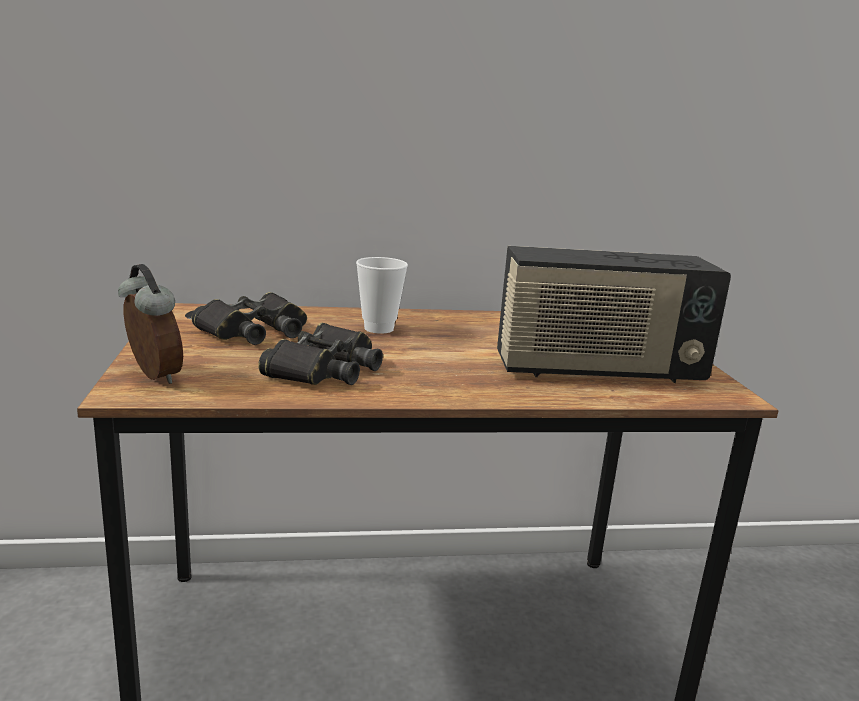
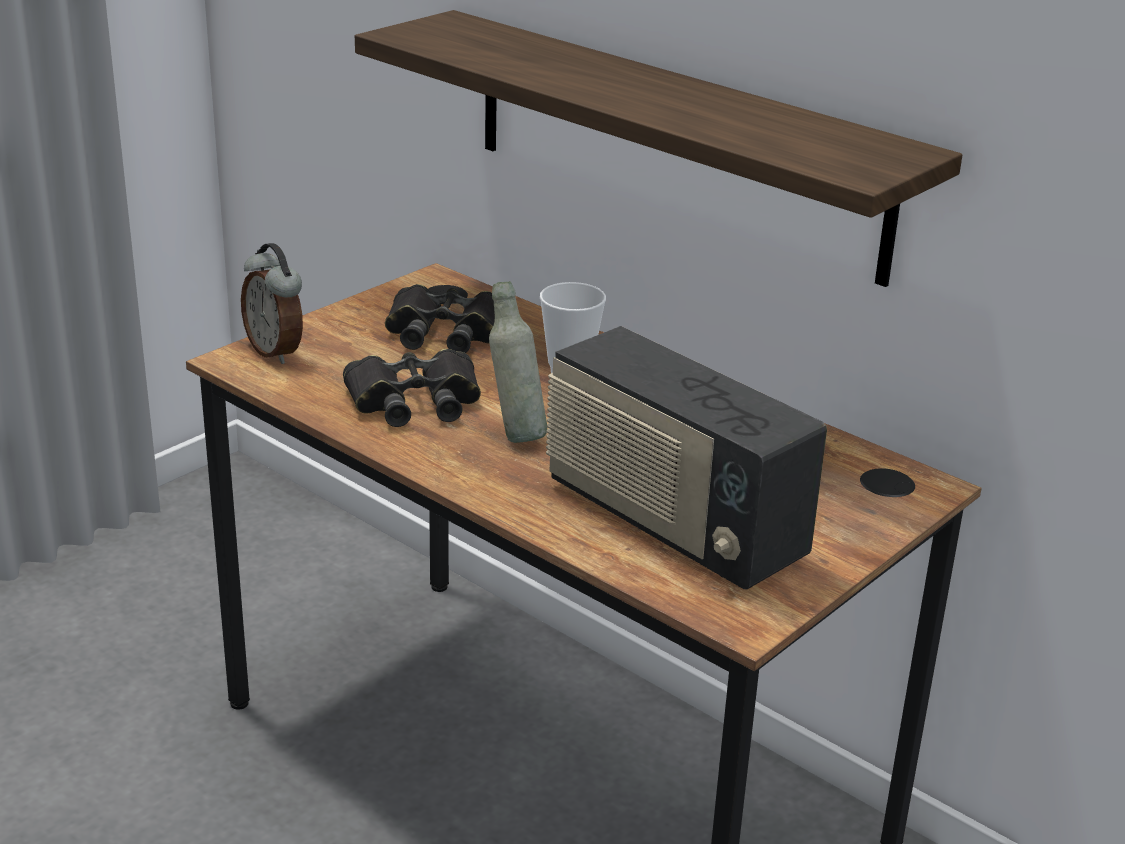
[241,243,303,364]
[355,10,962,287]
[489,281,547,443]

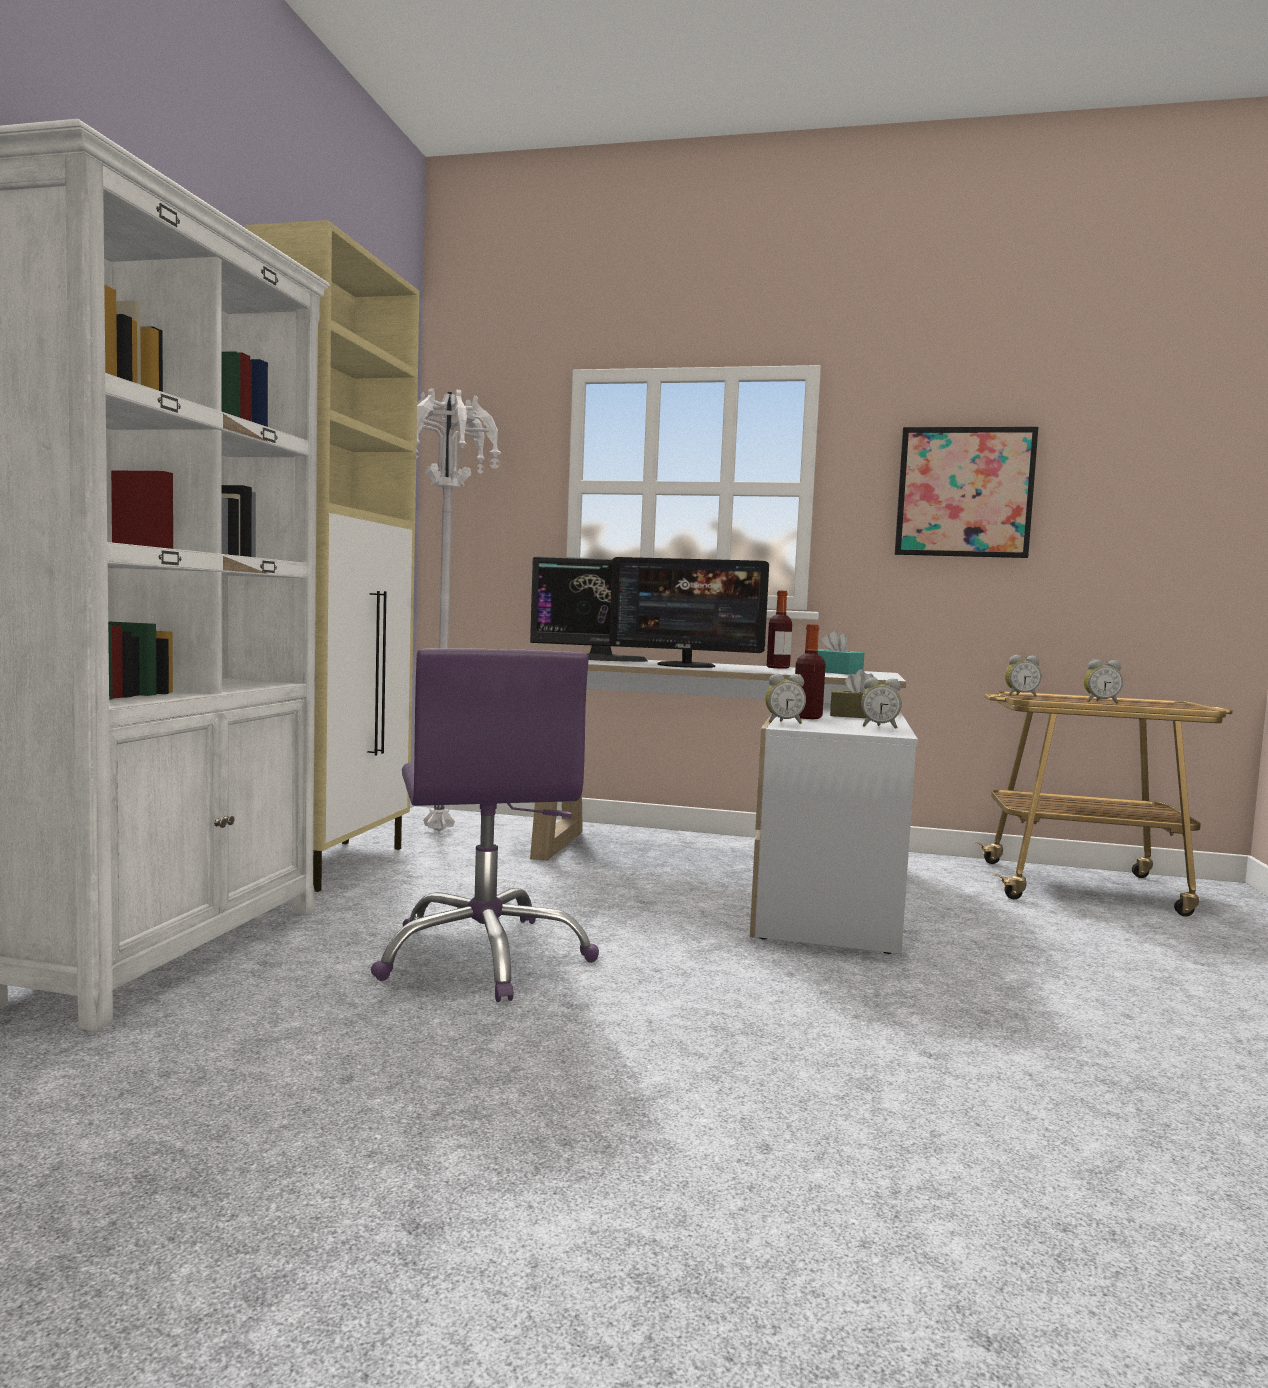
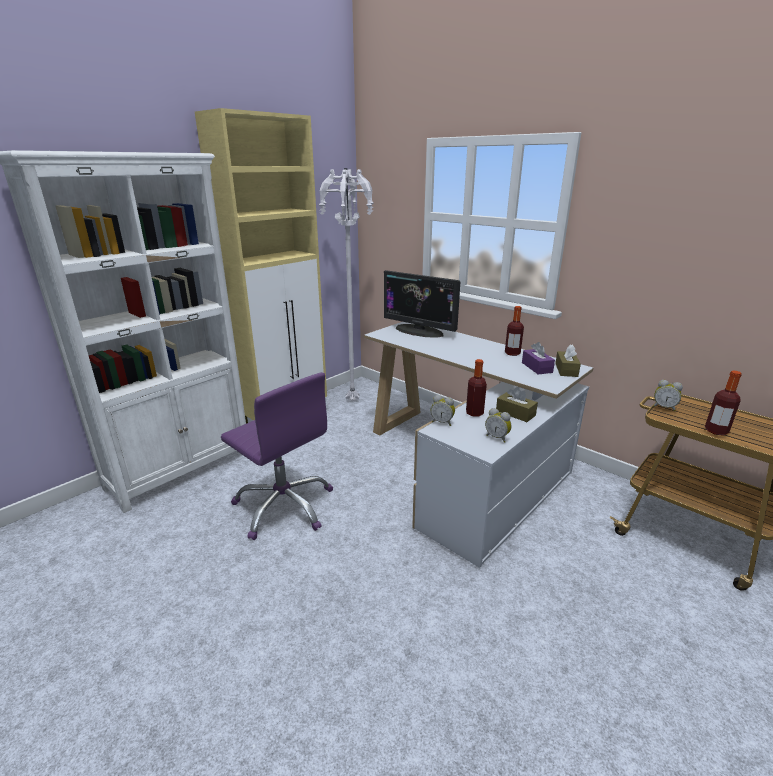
[221,372,333,540]
[522,342,555,374]
[555,345,581,377]
[705,371,742,436]
[609,557,769,668] (first image)
[895,427,1038,558] (first image)

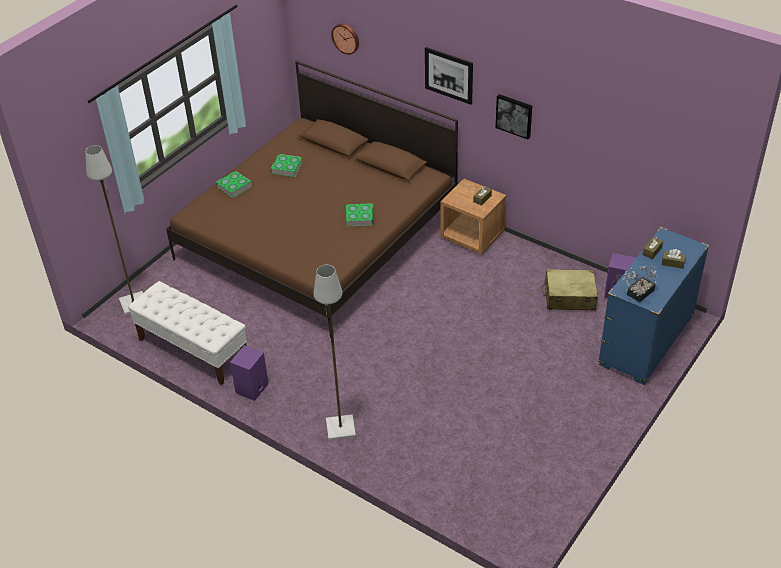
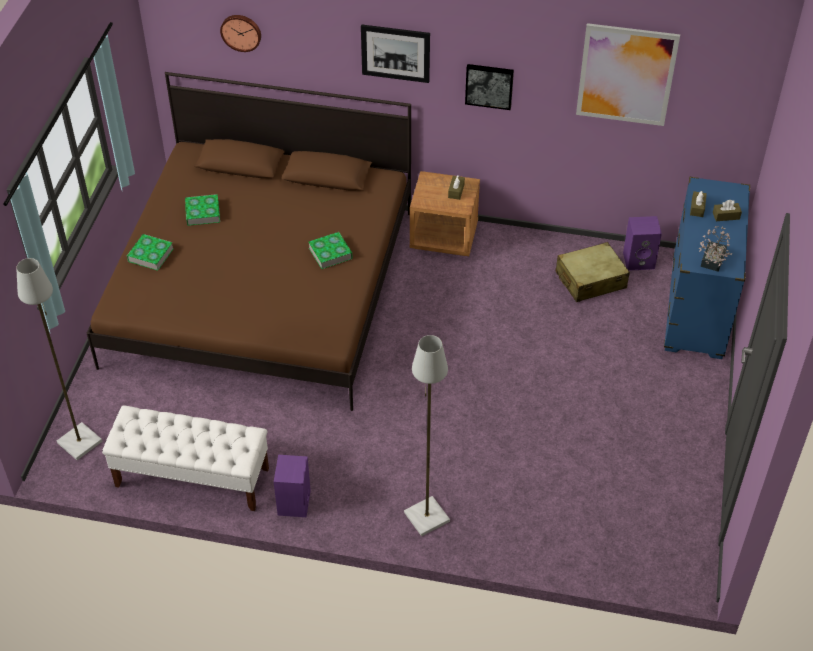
[576,23,680,126]

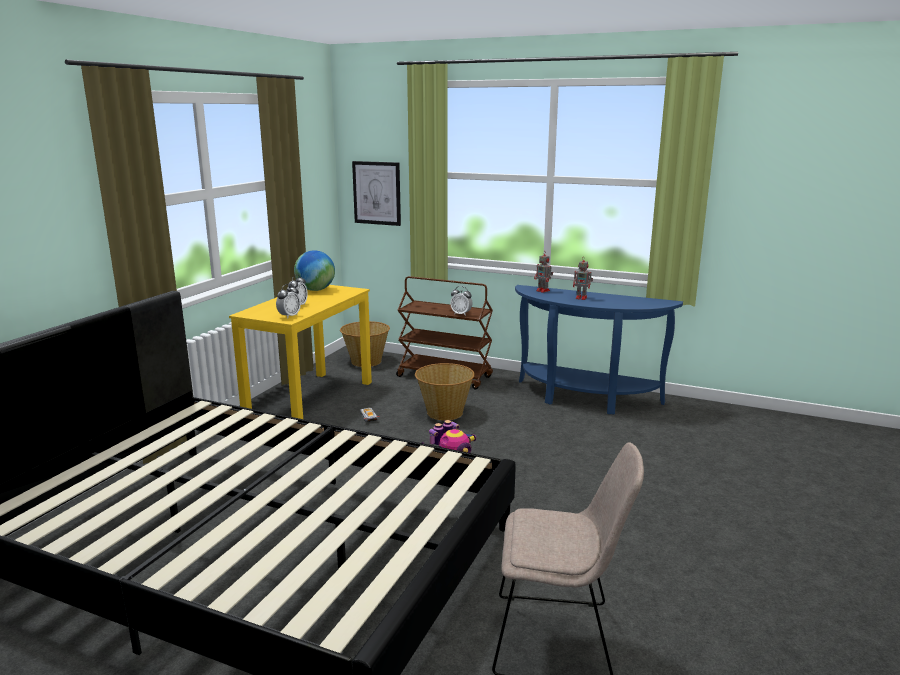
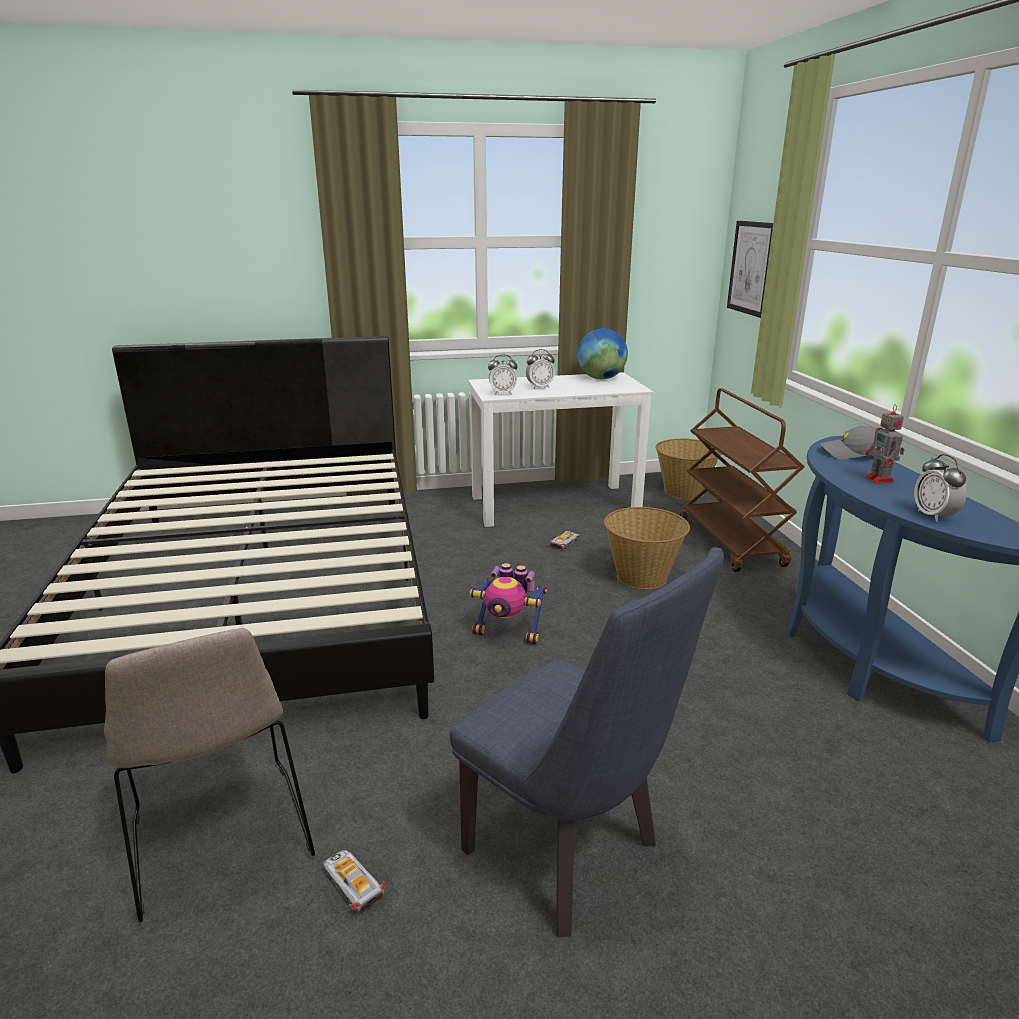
[323,850,388,912]
[450,547,724,937]
[468,372,653,527]
[820,426,876,460]
[914,454,967,522]

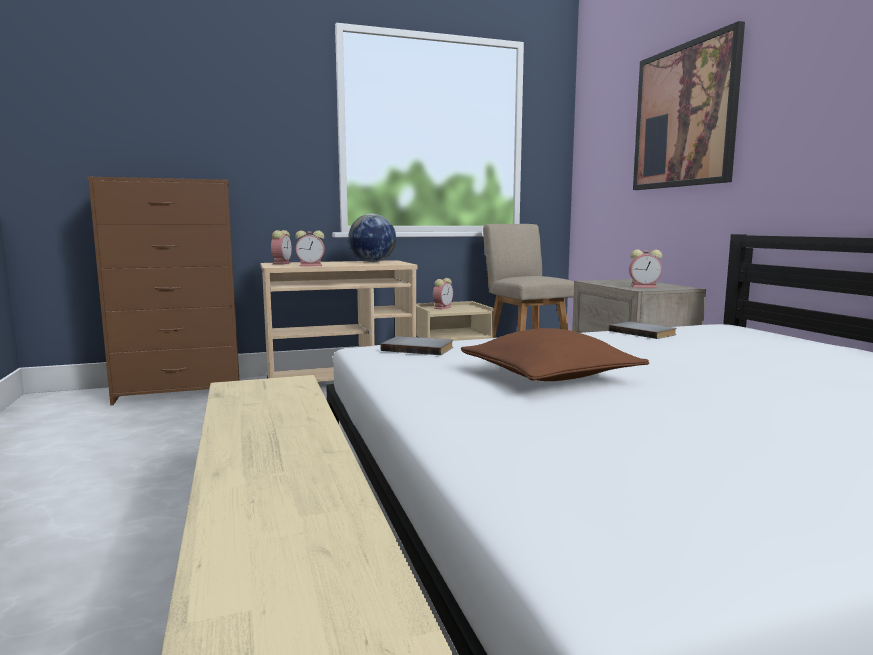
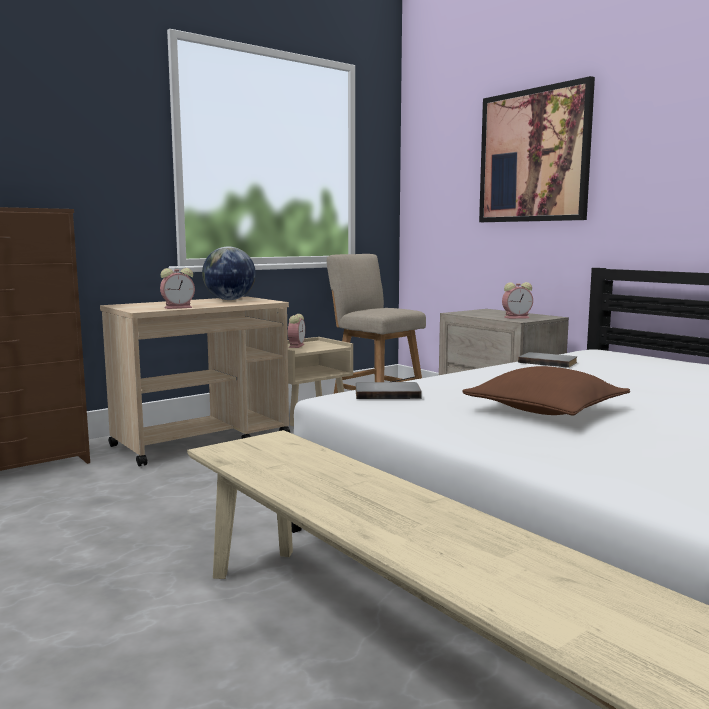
[271,230,292,265] (first image)

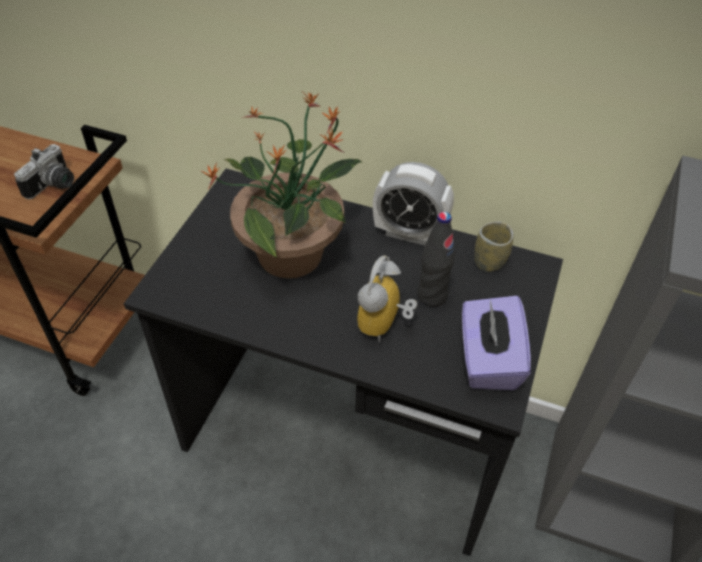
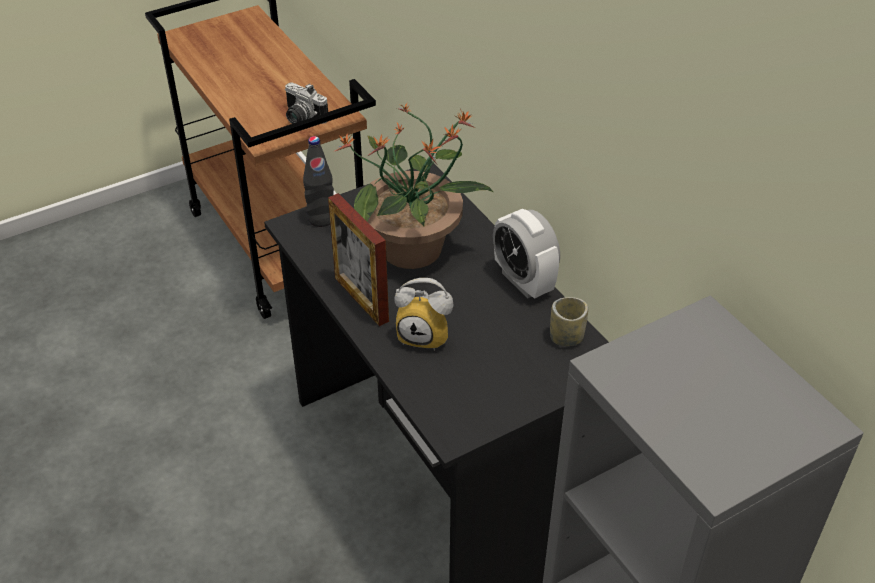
[284,82,328,124]
[303,136,334,227]
[328,193,389,326]
[394,278,454,351]
[462,296,531,390] (first image)

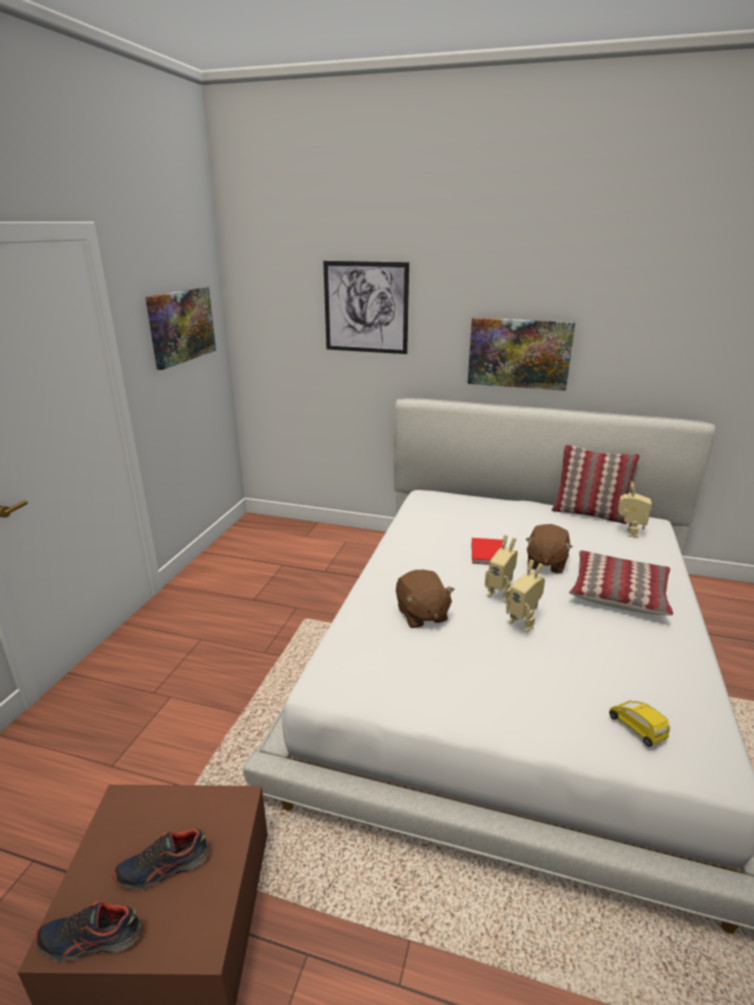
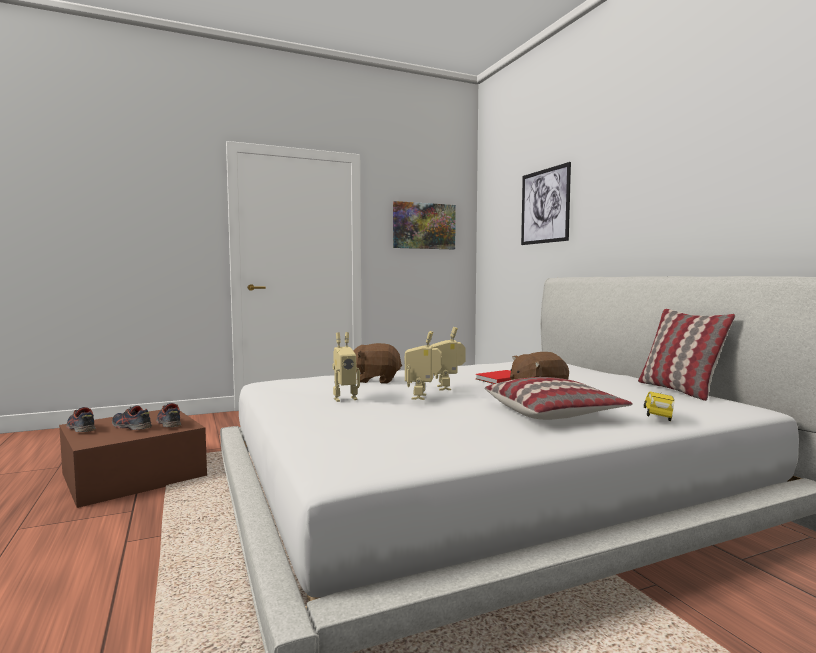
[156,403,181,427]
[333,332,360,402]
[354,343,402,384]
[644,391,674,421]
[468,318,575,391] (first image)

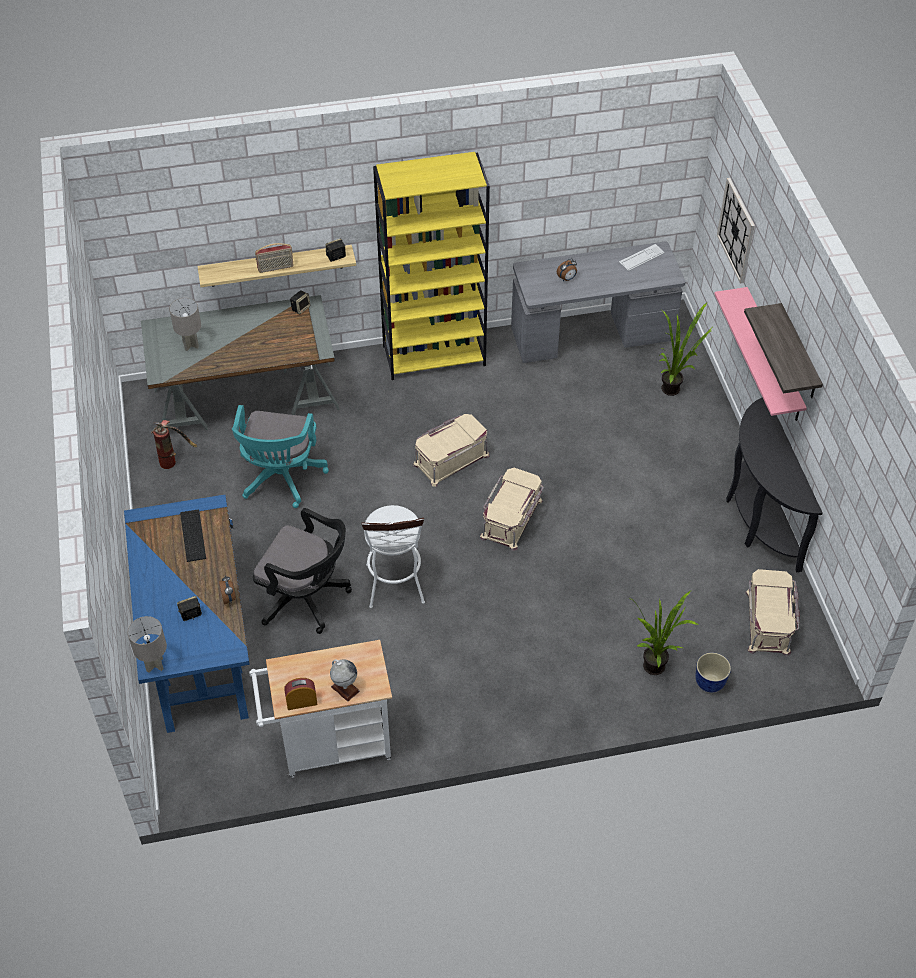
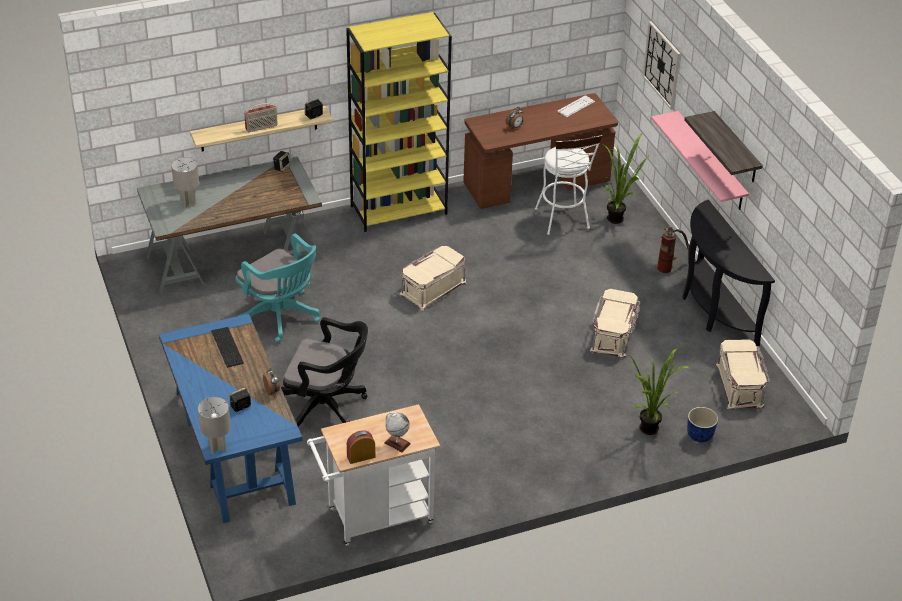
[236,233,320,343]
[463,93,618,209]
[535,135,602,235]
[589,289,640,360]
[657,226,689,273]

